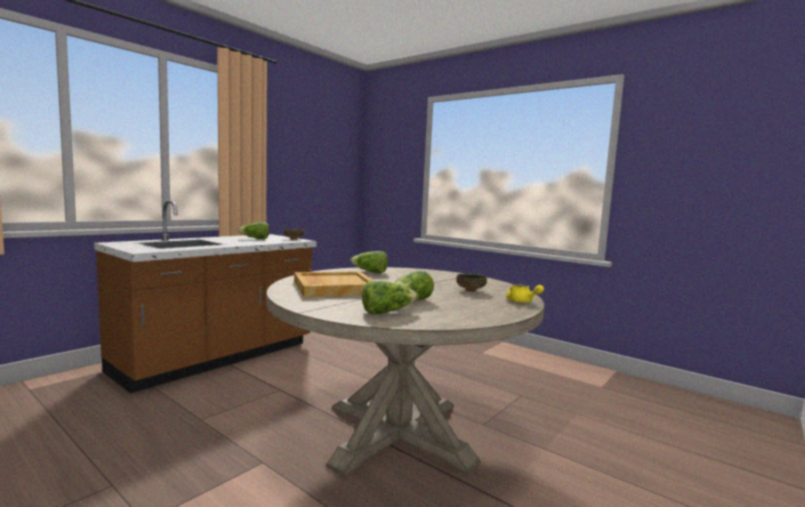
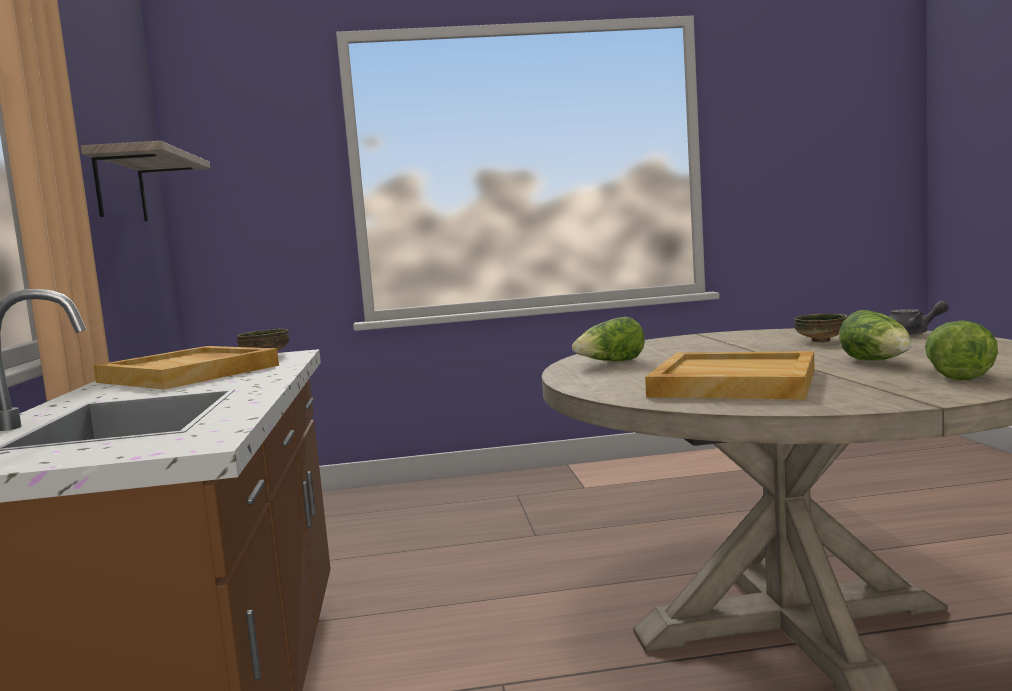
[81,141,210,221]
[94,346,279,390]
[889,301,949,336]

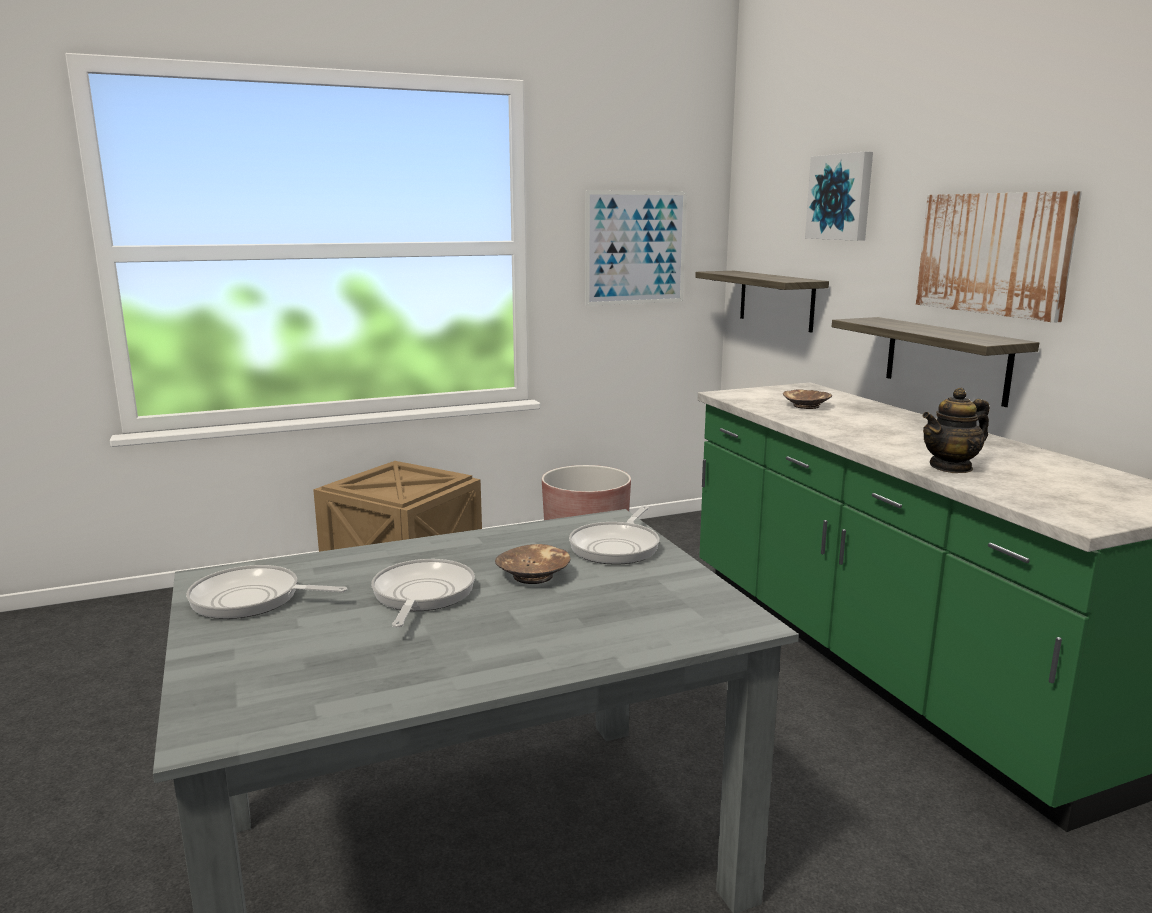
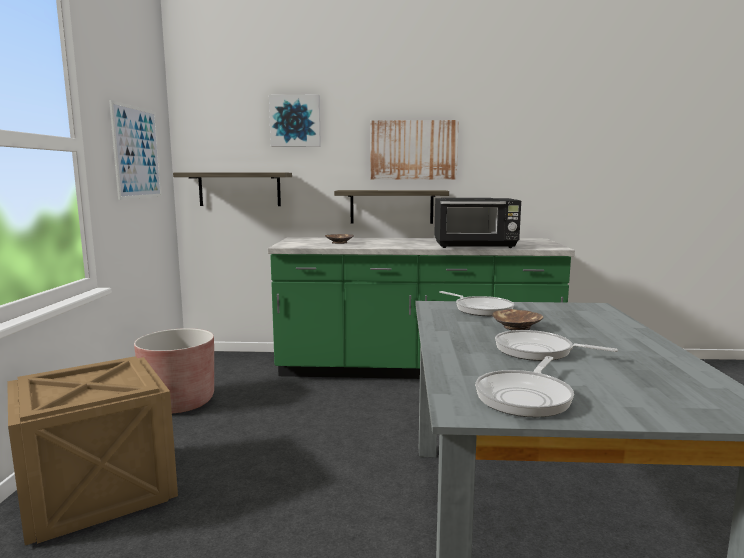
[434,198,521,248]

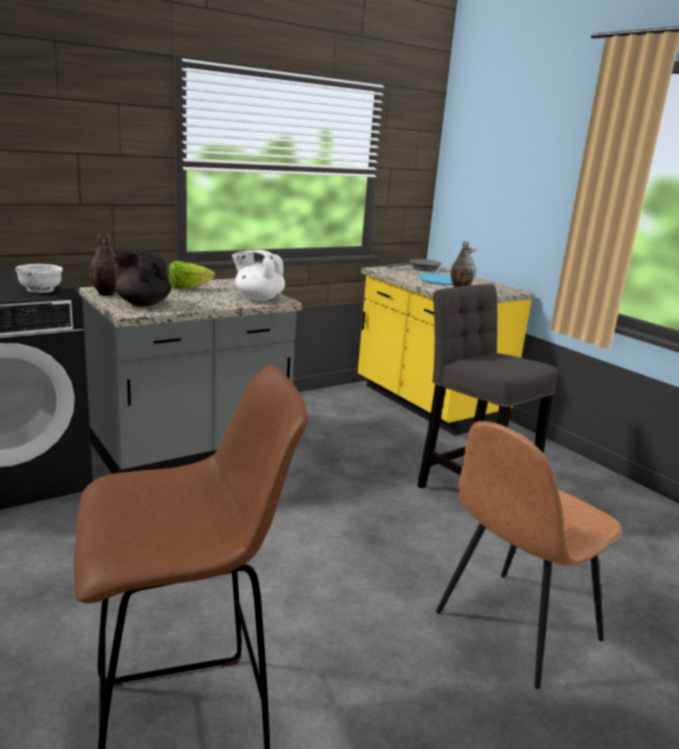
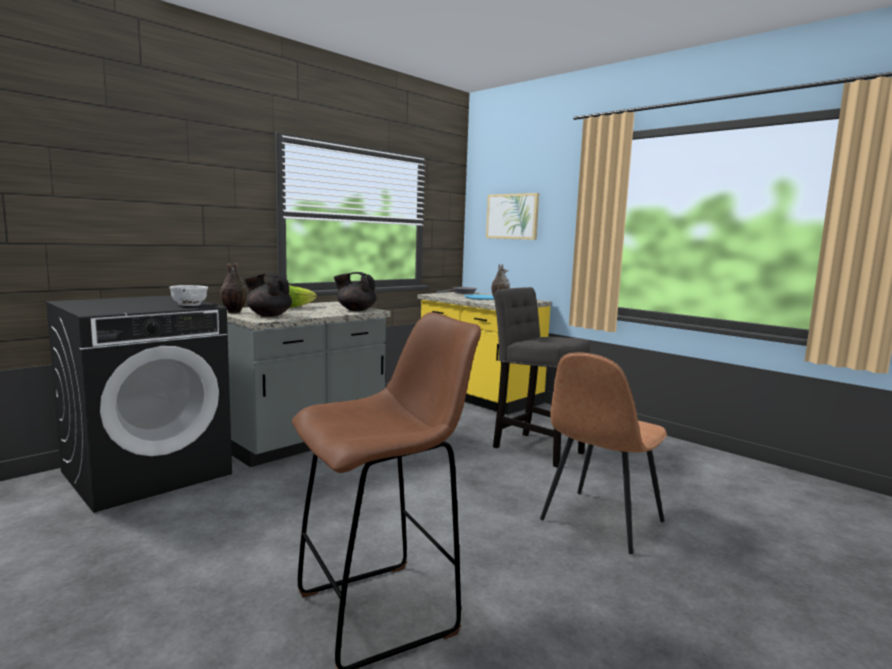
[334,272,377,311]
[486,193,539,240]

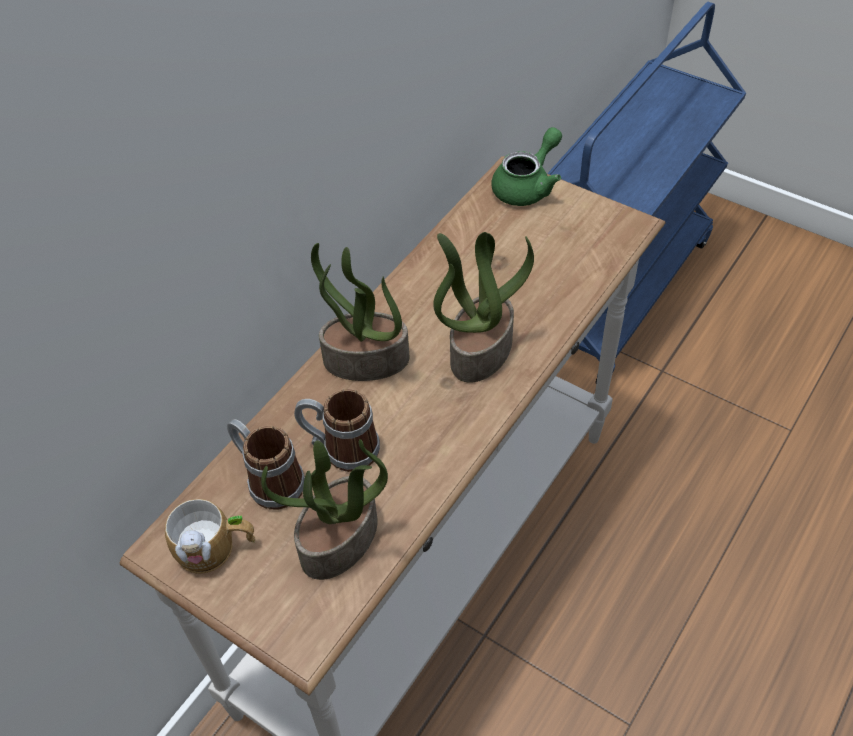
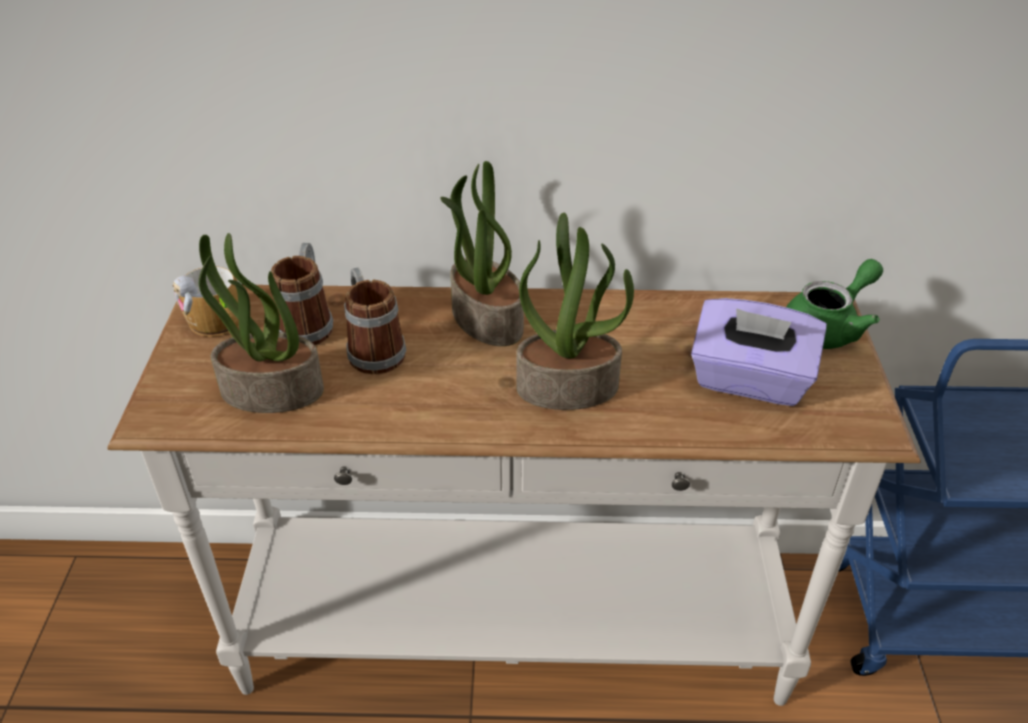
[691,298,827,406]
[786,259,883,349]

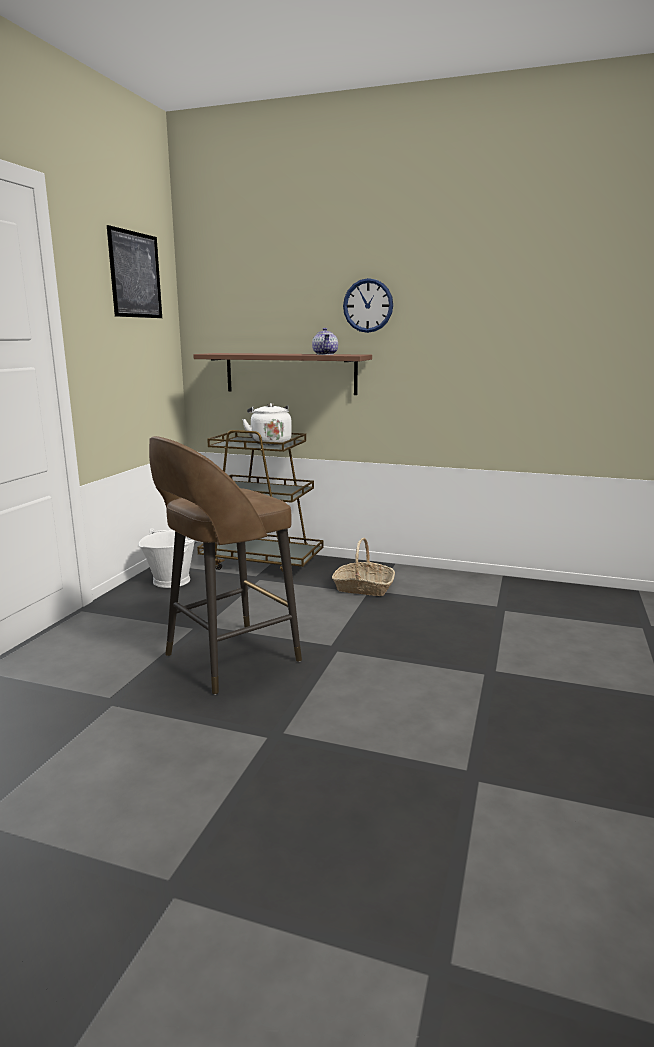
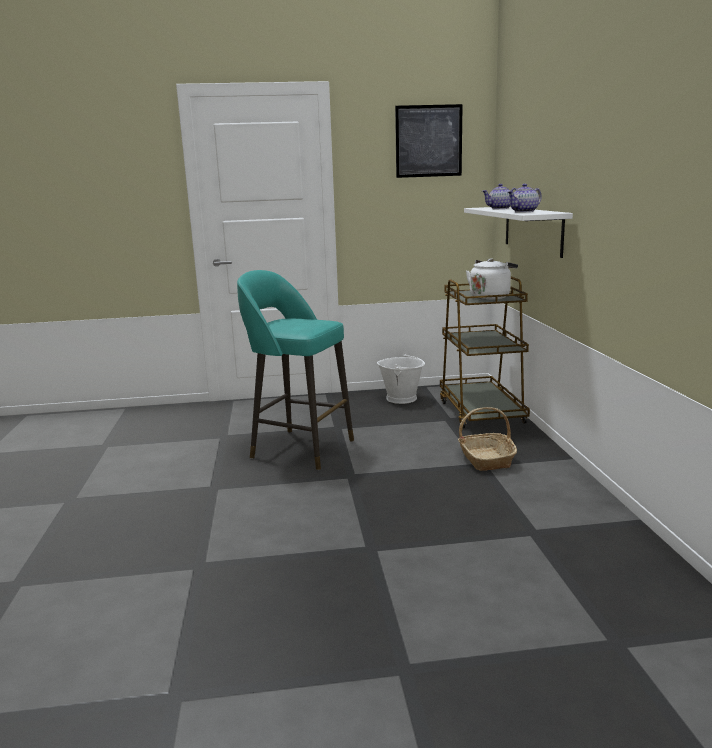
[237,270,354,470]
[464,207,573,258]
[482,184,516,209]
[343,278,393,333] (first image)

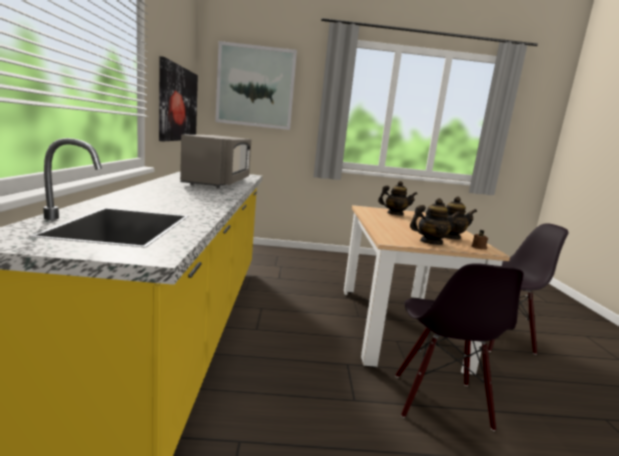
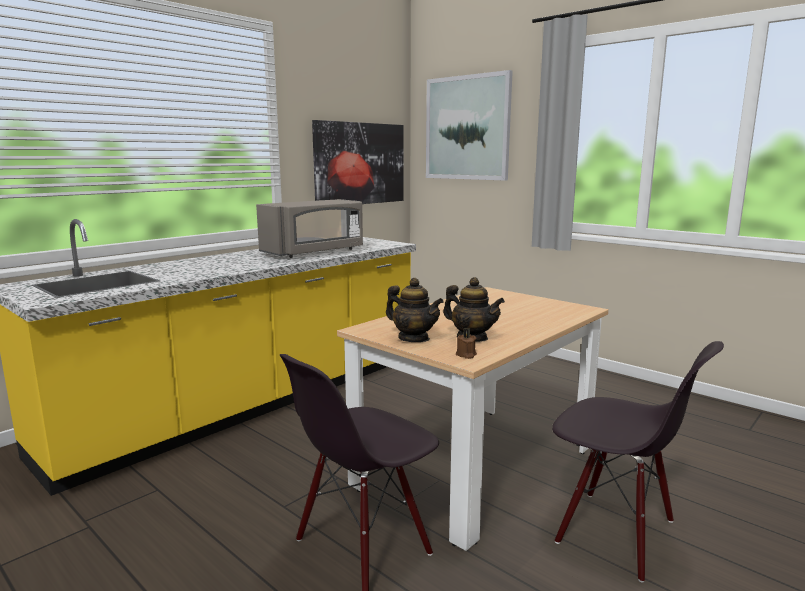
[378,181,417,216] (first image)

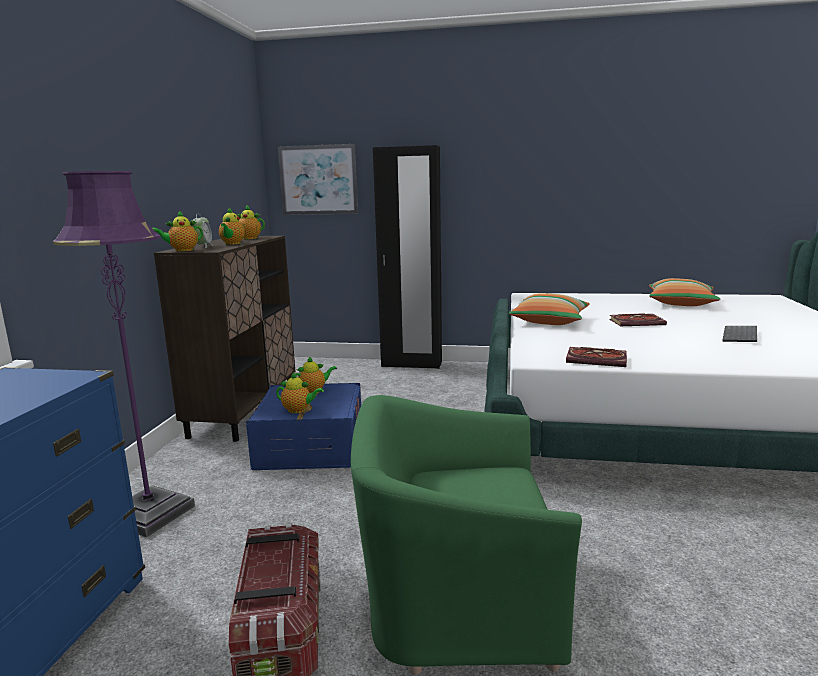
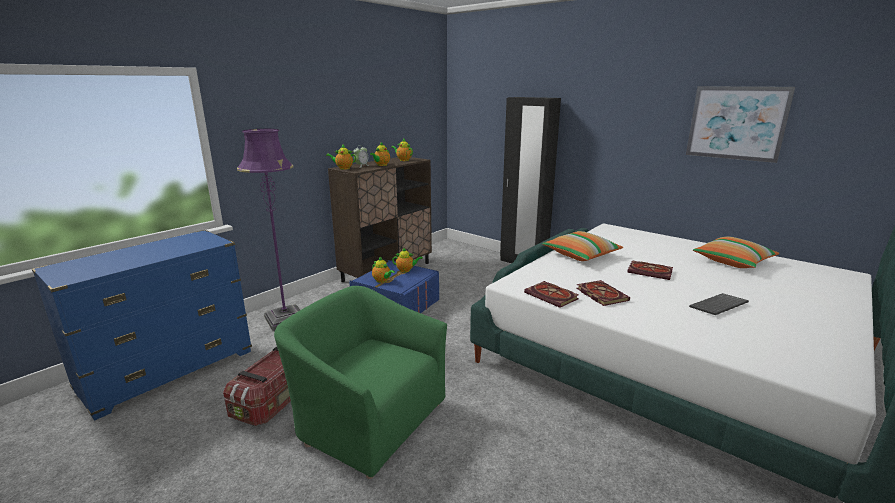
[576,280,630,306]
[686,86,795,163]

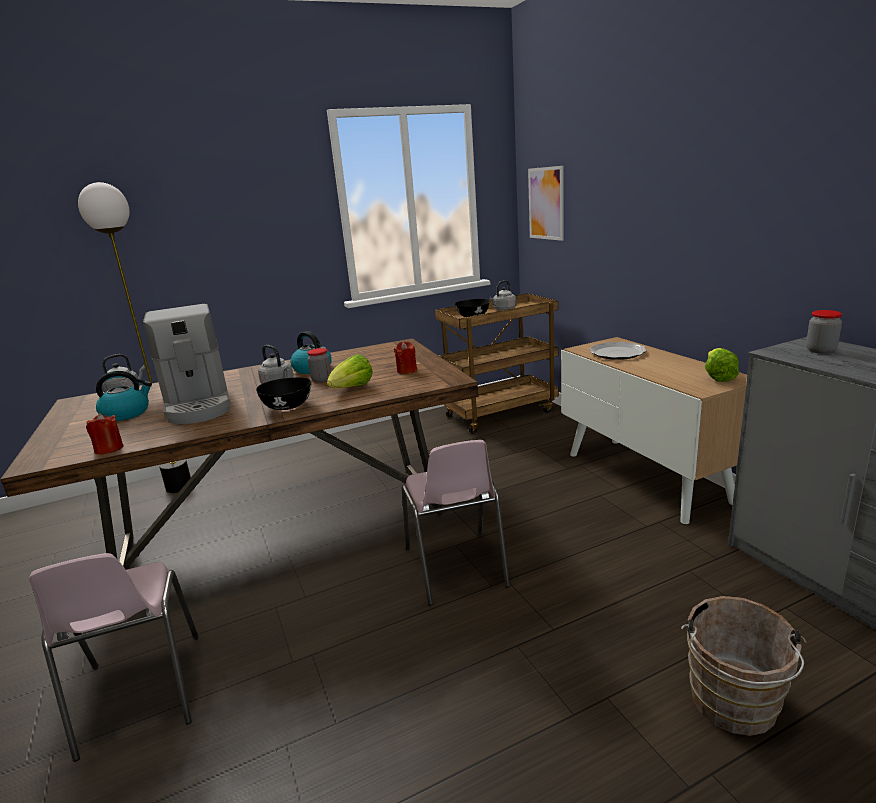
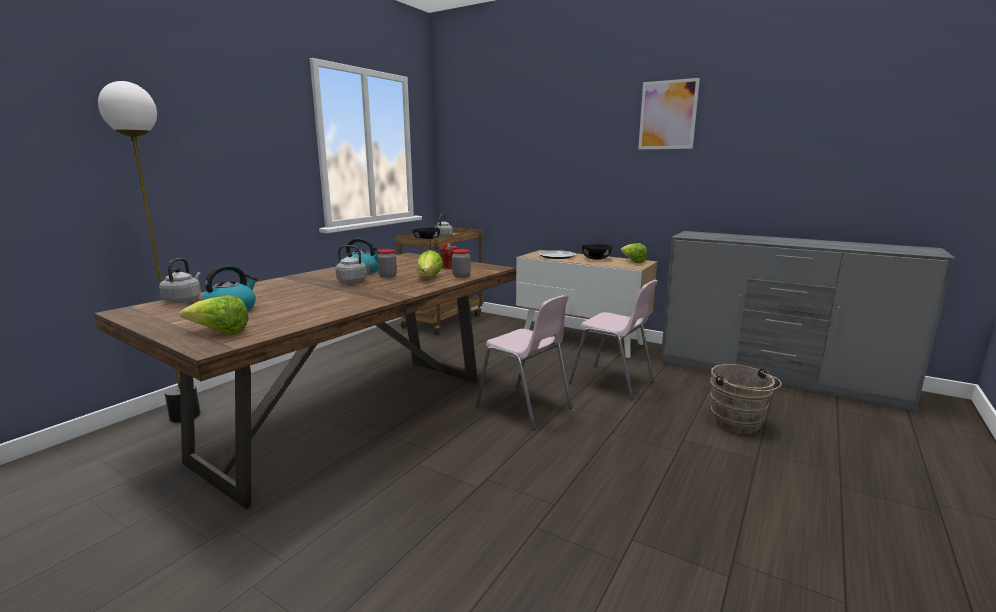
[180,295,249,335]
[452,249,471,278]
[569,280,658,400]
[582,244,612,260]
[638,78,700,149]
[86,413,123,455] (first image)
[143,304,231,424] (first image)

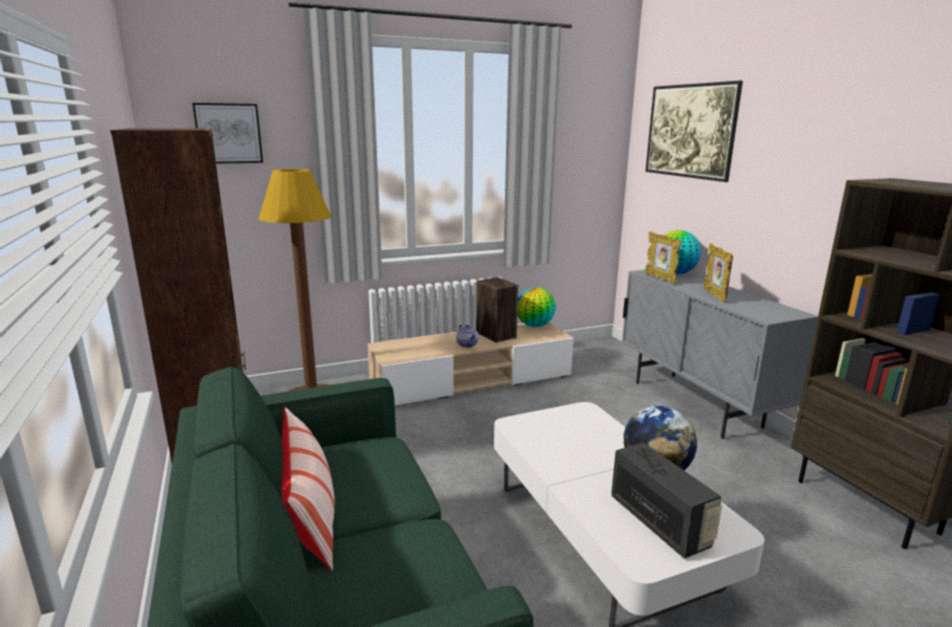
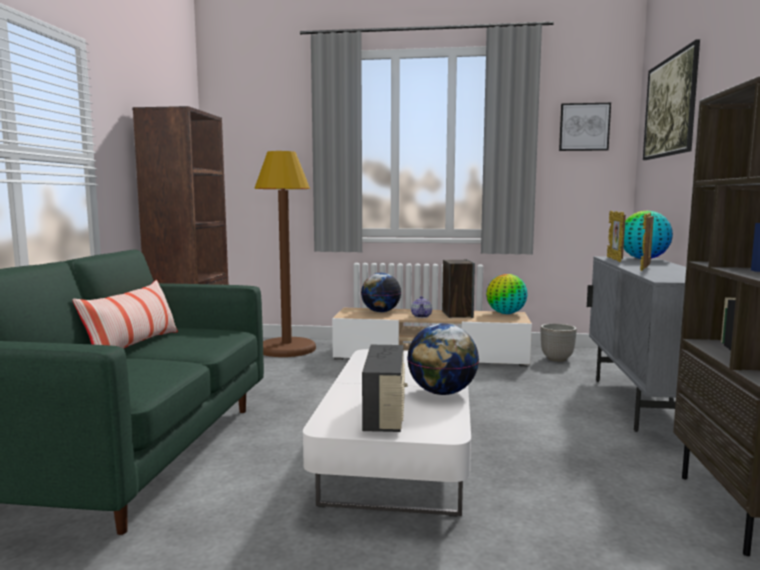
[361,273,401,312]
[541,323,577,362]
[559,103,611,151]

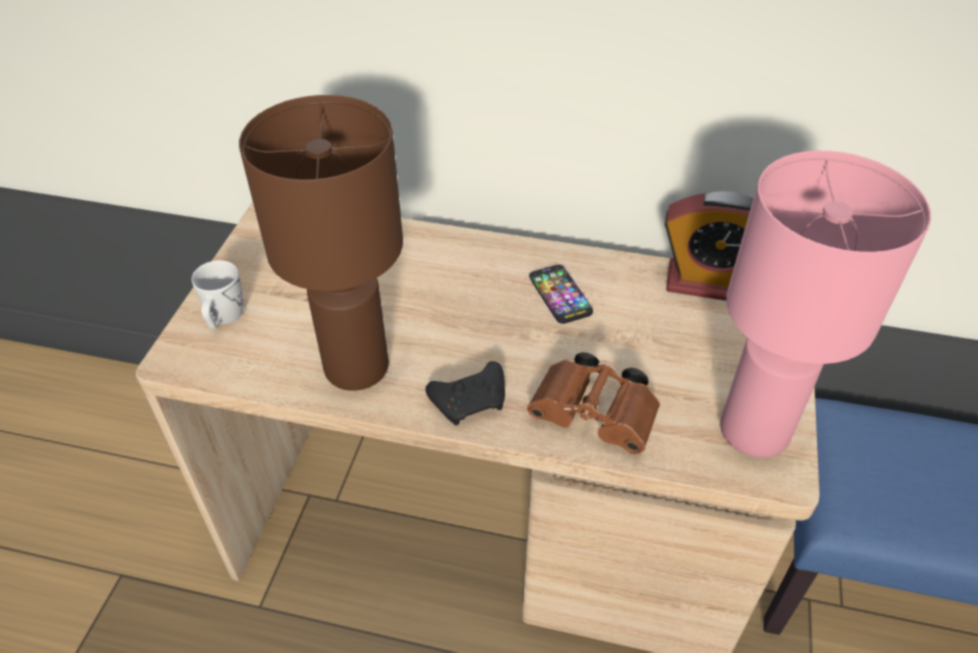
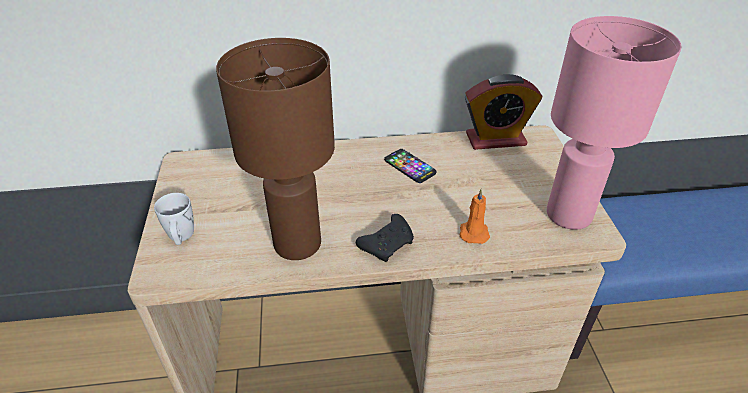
[459,188,490,244]

